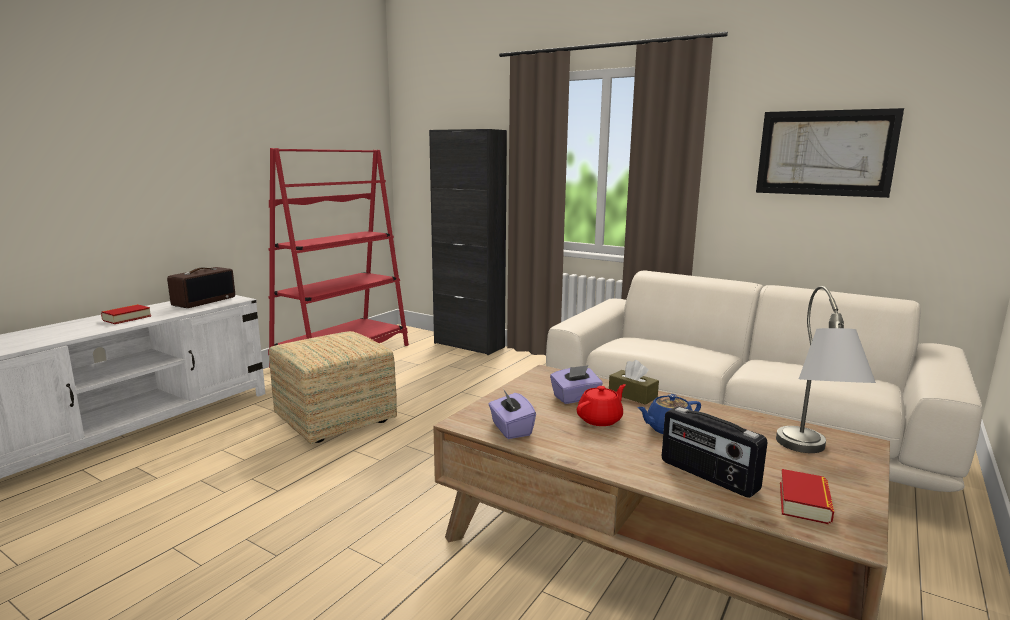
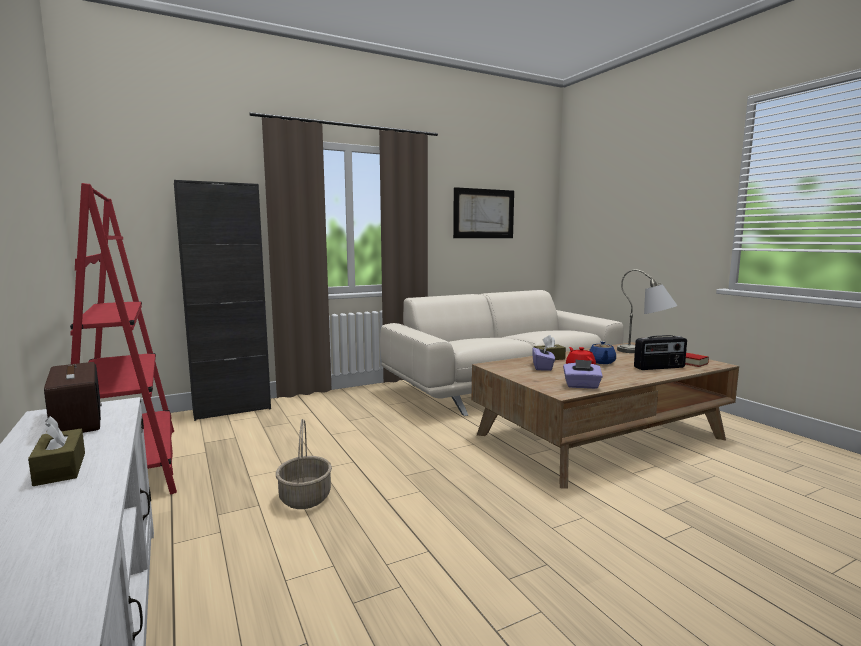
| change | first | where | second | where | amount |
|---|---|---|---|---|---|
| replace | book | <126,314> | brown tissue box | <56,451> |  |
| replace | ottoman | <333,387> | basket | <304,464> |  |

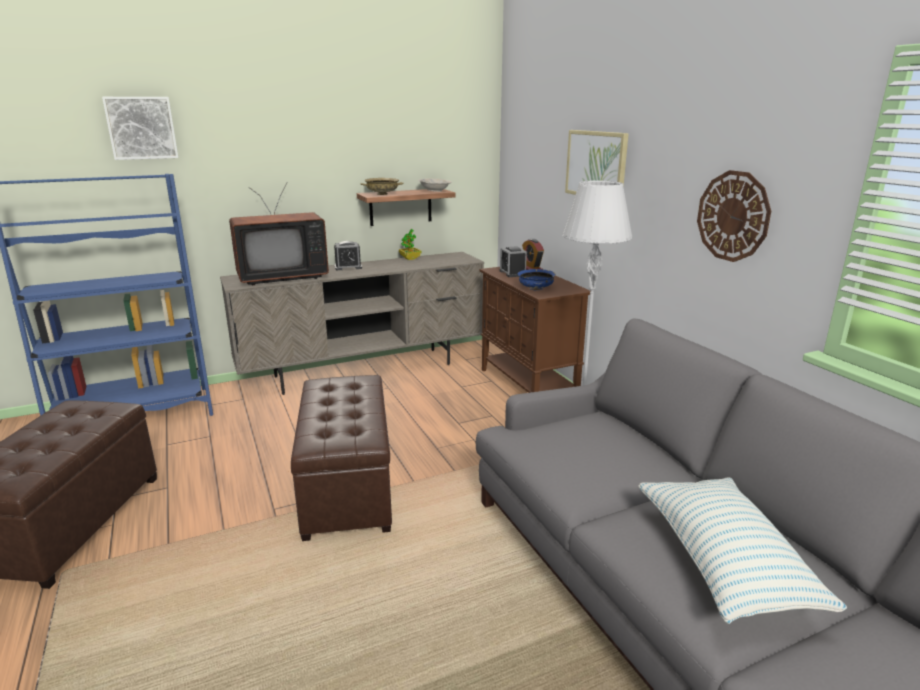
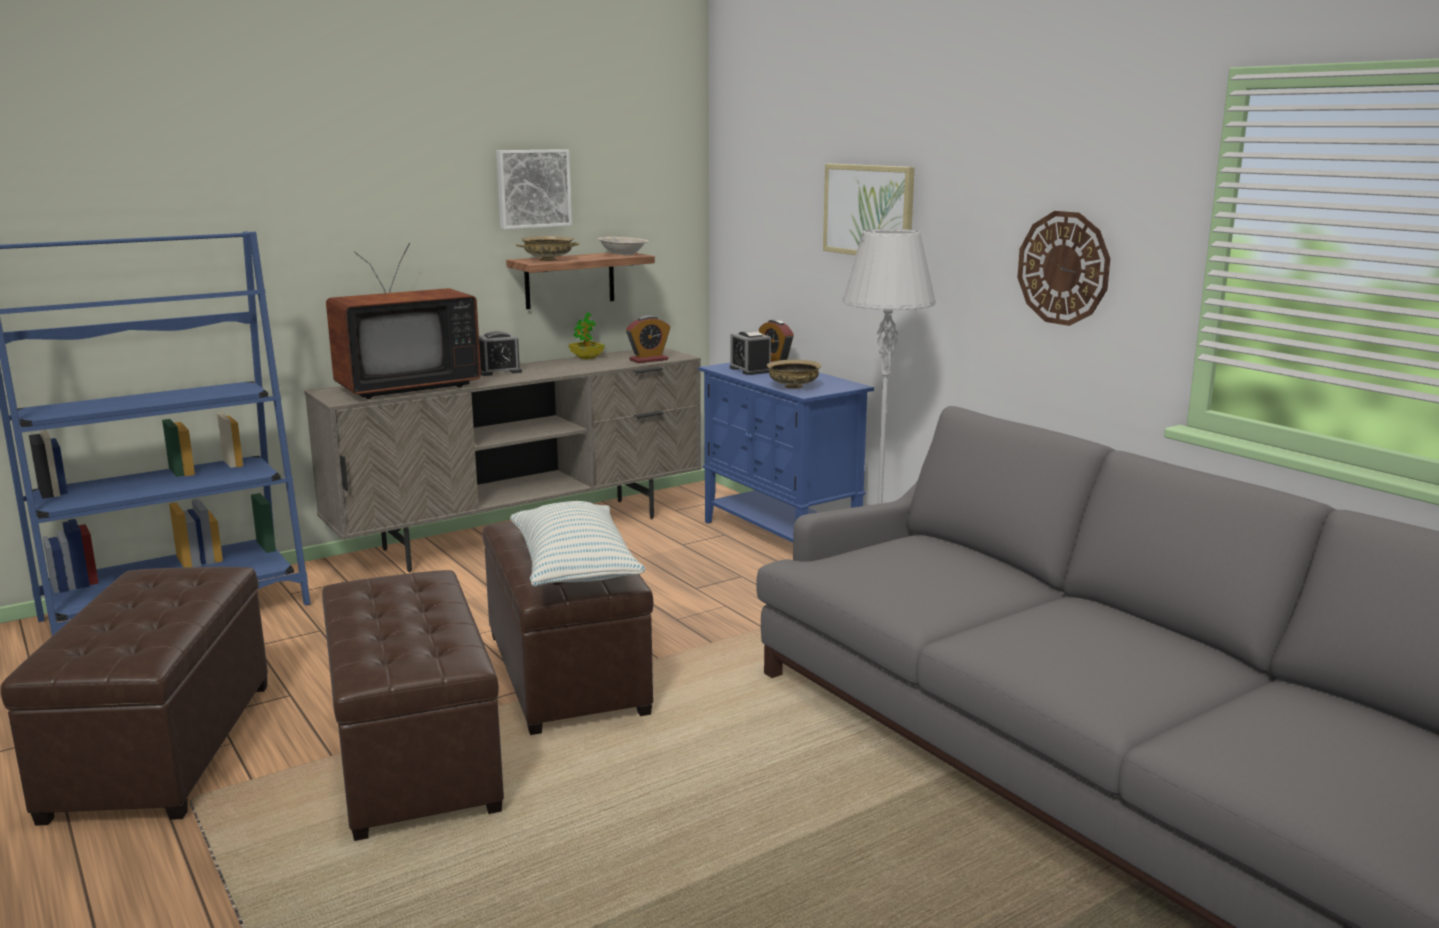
| change | first | where | second | where | amount |
|---|---|---|---|---|---|
| move | picture | <140,128> |  | <534,189> |  |
| recolor | brown cabinet | <534,330> | blue cabinet | <786,452> |  |
| recolor | blue bowl | <536,279> | beige bowl | <794,374> |  |
| move | pillow | <742,551> |  | <577,543> |  |
| insert |  |  | brown ottoman | <413,705> |  |
| insert |  |  | alarm clock | <648,339> |  |

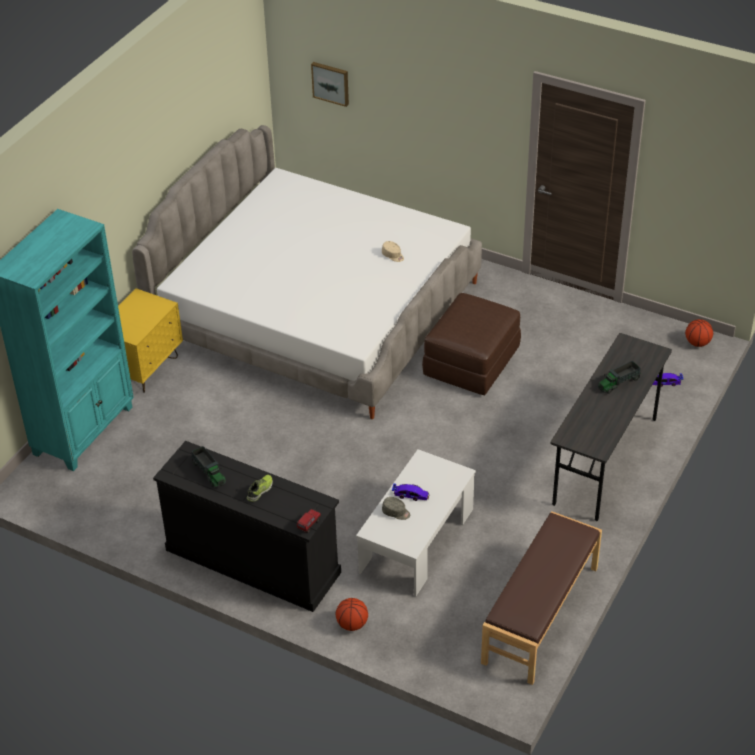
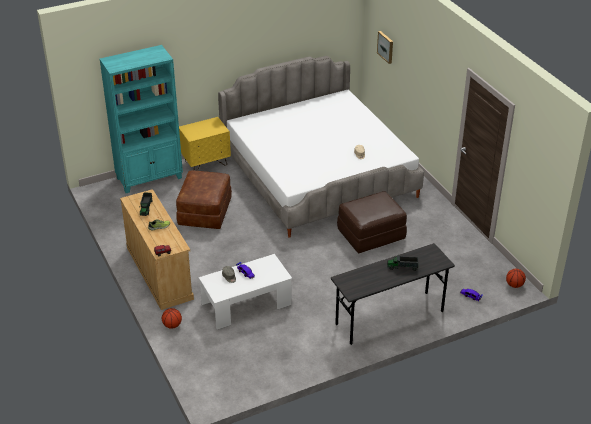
| change | first | where | second | where | amount |
|---|---|---|---|---|---|
| recolor | black dresser | <247,526> | beige dresser | <157,249> |  |
| delete | brown bench | <541,598> |  |  |  |
| insert |  |  | brown ottoman | <204,200> |  |

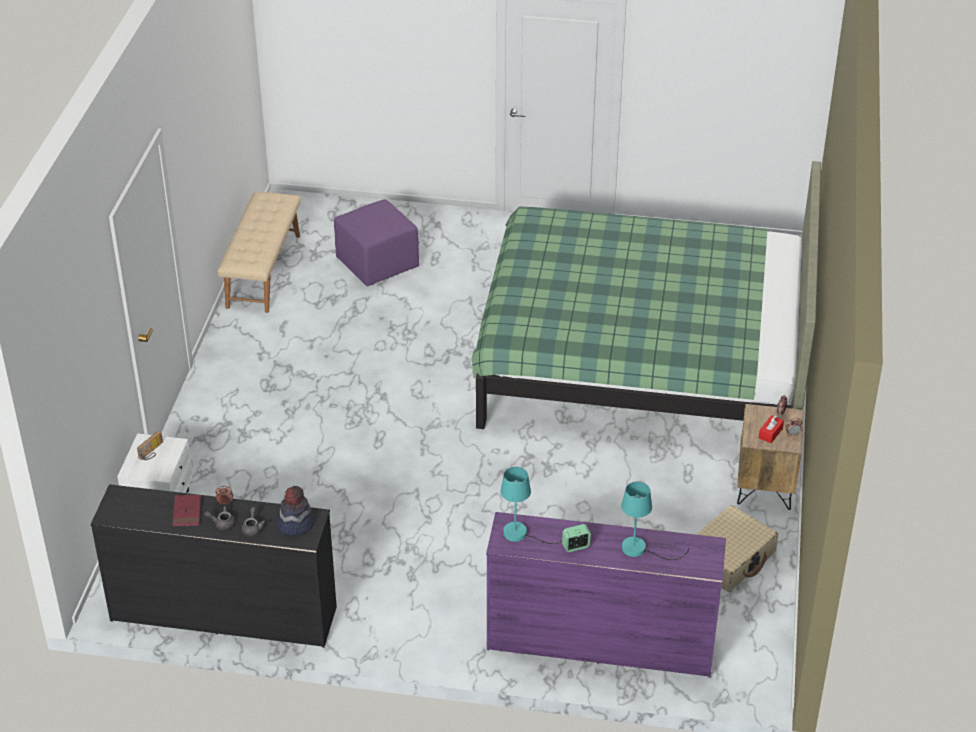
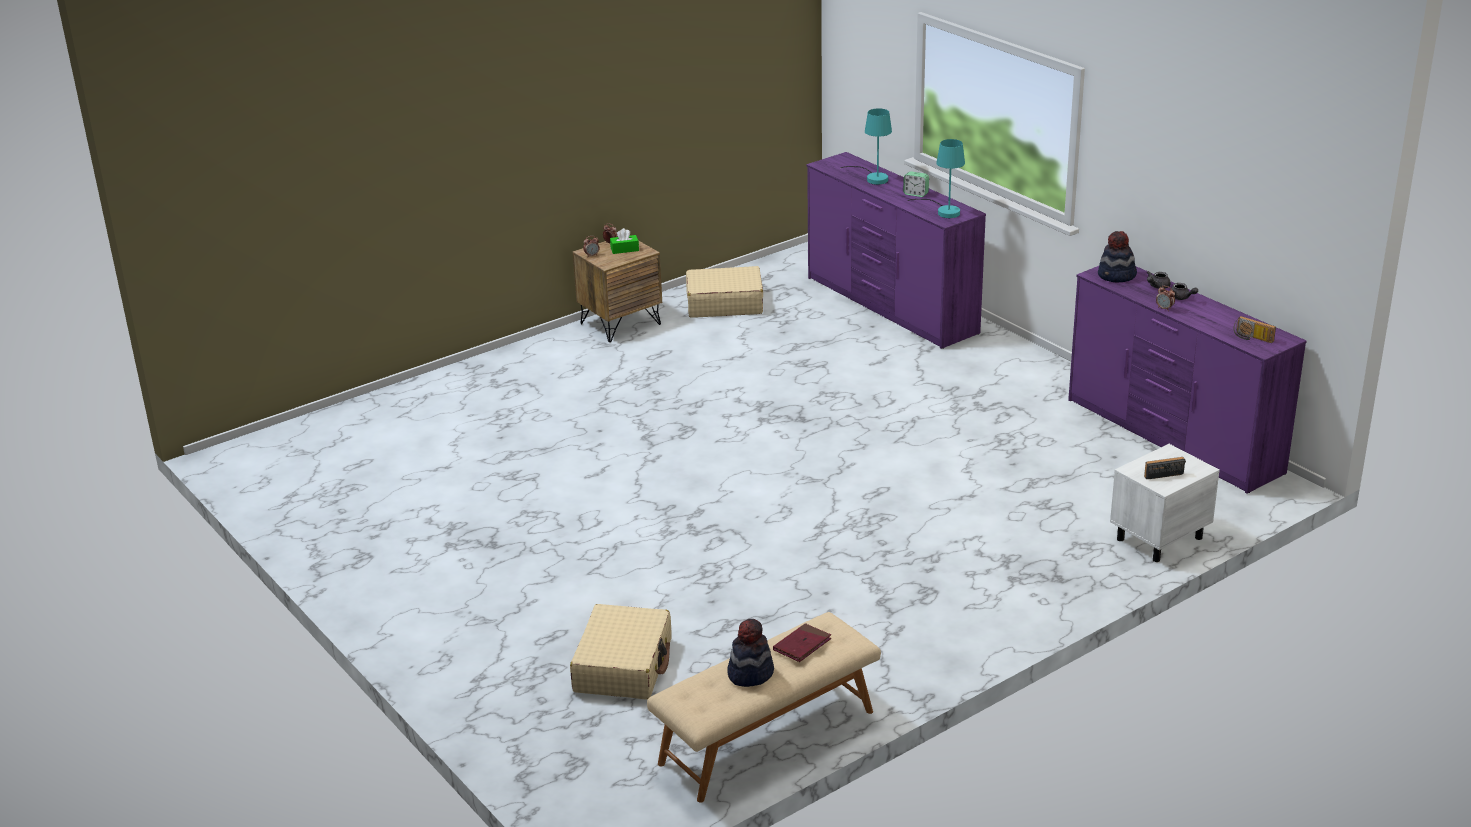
| change | first | where | second | where | amount |
|---|---|---|---|---|---|
| recolor | black dresser | <213,566> | purple dresser | <1187,380> |  |
| move | red book | <186,510> |  | <802,642> |  |
| replace | purple ottoman | <376,242> | beige suitcase | <621,652> |  |
| delete | green bed | <646,295> |  |  |  |
| recolor | red tissue box | <771,429> | green tissue box | <624,241> |  |
| insert |  |  | hat | <750,653> |  |
| insert |  |  | radio | <1254,329> |  |

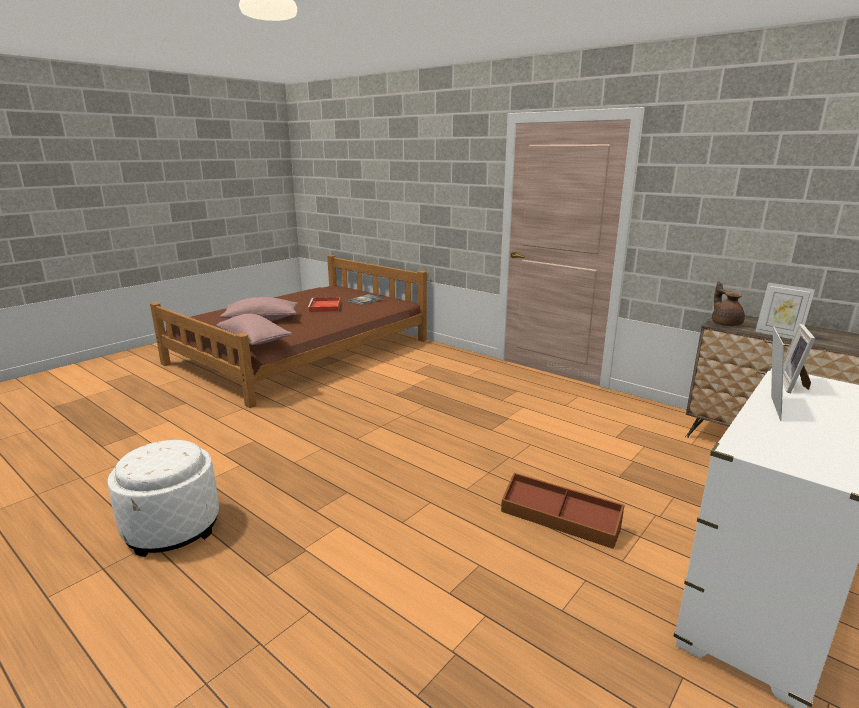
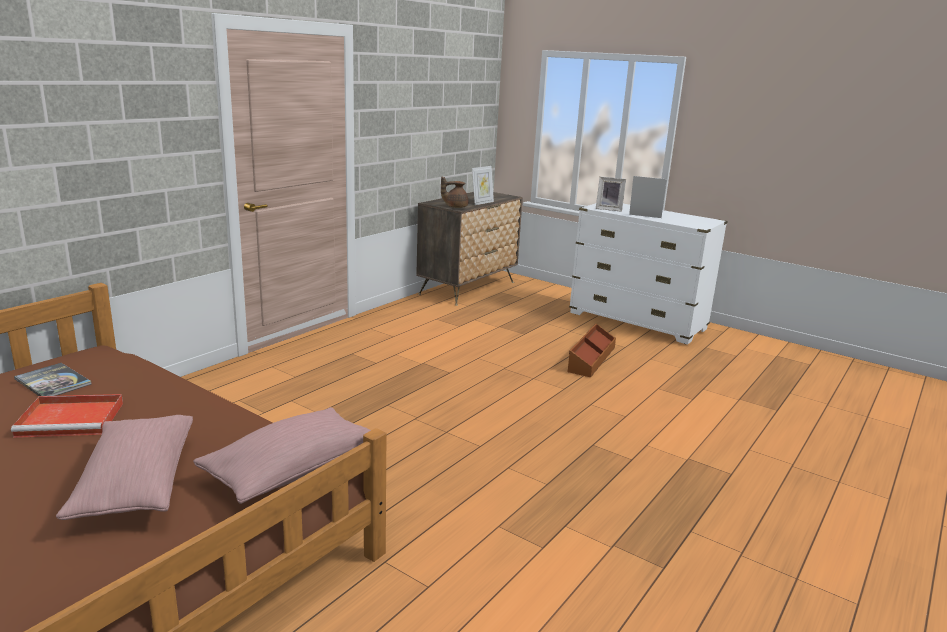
| change | first | where | second | where | amount |
|---|---|---|---|---|---|
| delete | white ottoman | <163,498> |  |  |  |

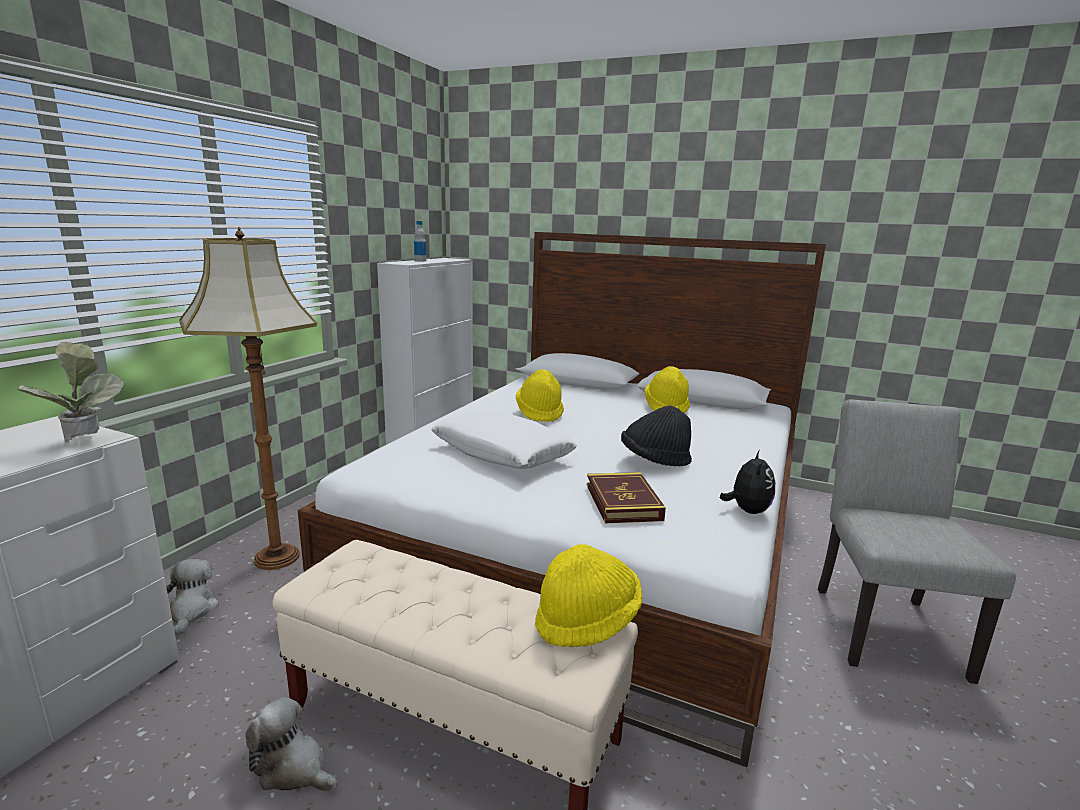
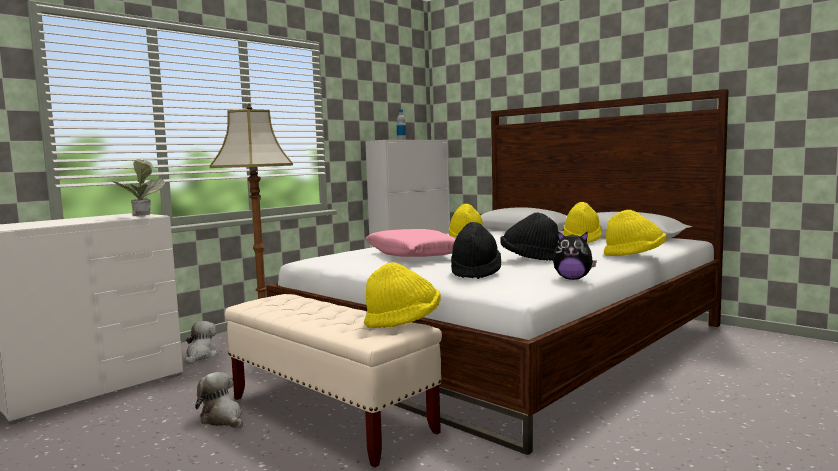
| change | first | where | second | where | amount |
|---|---|---|---|---|---|
| recolor | white pillow | <504,440> | pink pillow | <410,243> |  |
| replace | book | <626,497> | black hat | <476,250> |  |
| rotate | plush toy | <747,482> |  | <575,255> | 75 degrees clockwise |
| delete | grey chair | <917,542> |  |  |  |
| insert |  |  | yellow hat | <635,233> |  |

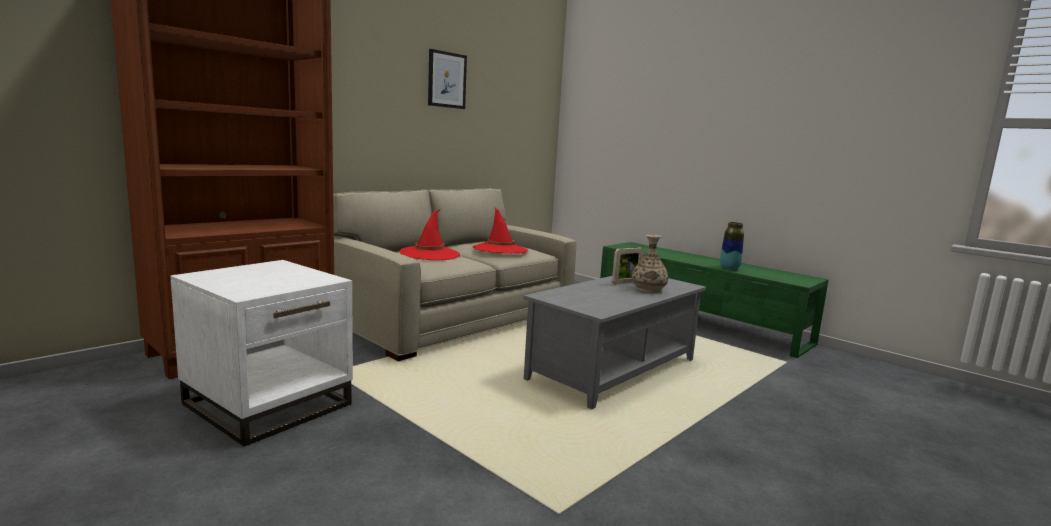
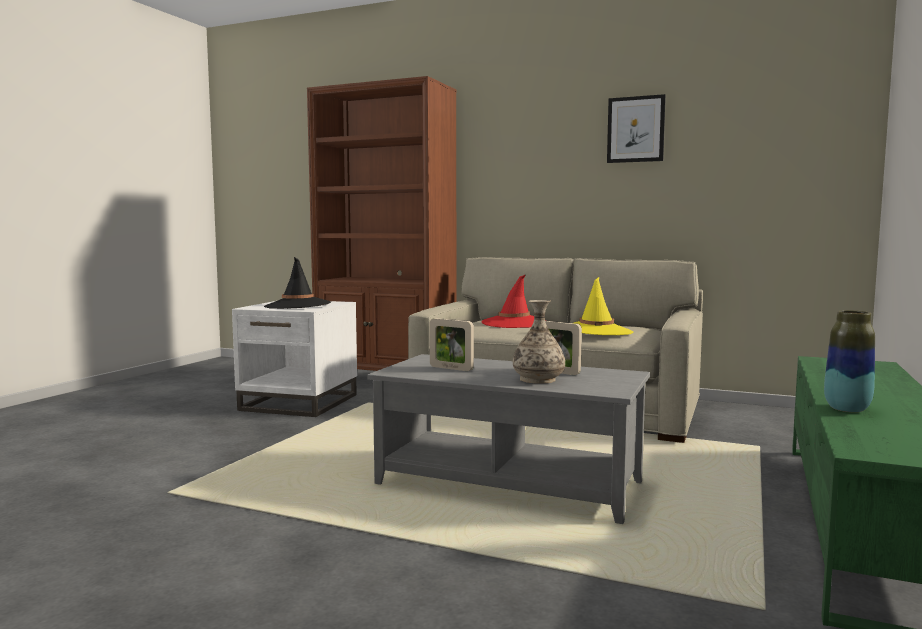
| change | first | where | second | where | amount |
|---|---|---|---|---|---|
| recolor | red hat | <500,230> | yellow hat | <603,306> |  |
| insert |  |  | black hat | <297,283> |  |
| insert |  |  | picture frame | <451,344> |  |

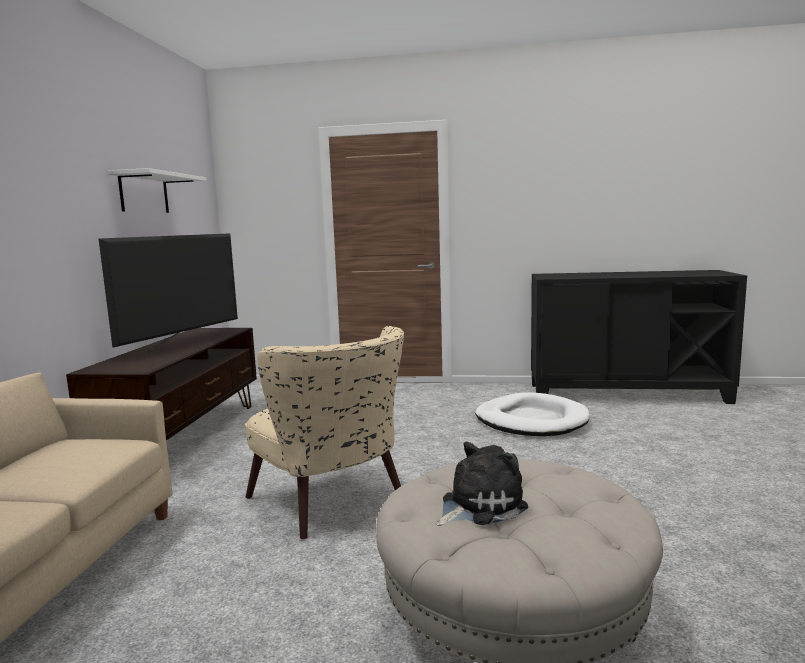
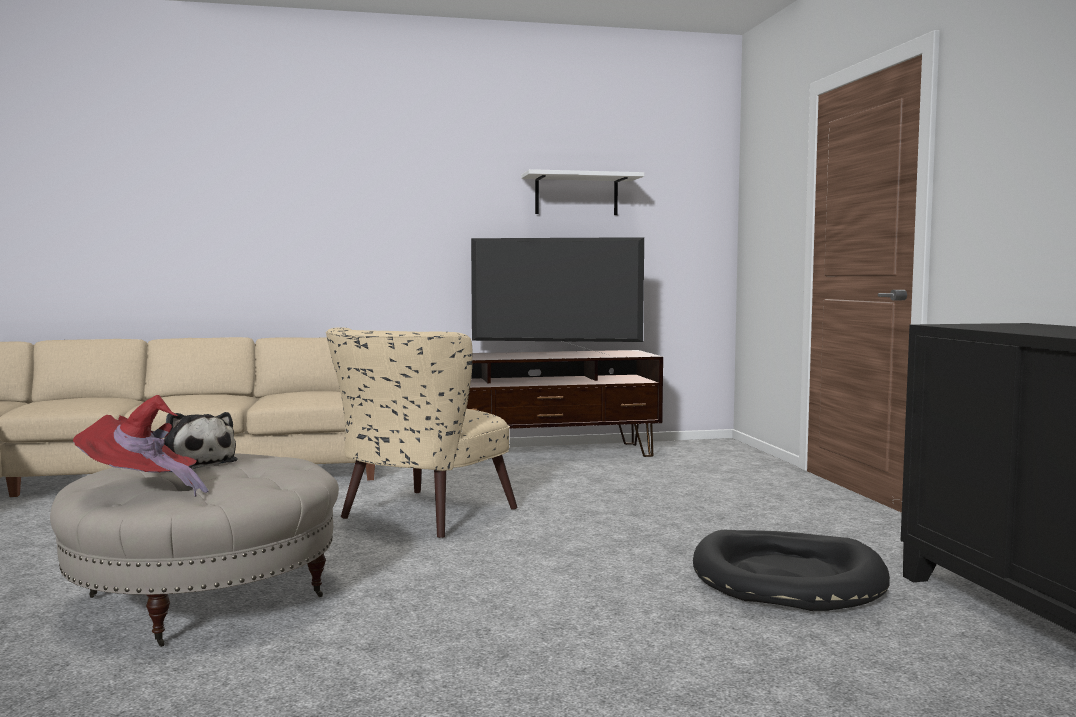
| change | first | where | second | where | amount |
|---|---|---|---|---|---|
| recolor | white dog bed | <532,414> | black dog bed | <791,570> |  |
| insert |  |  | red hat | <141,446> |  |

